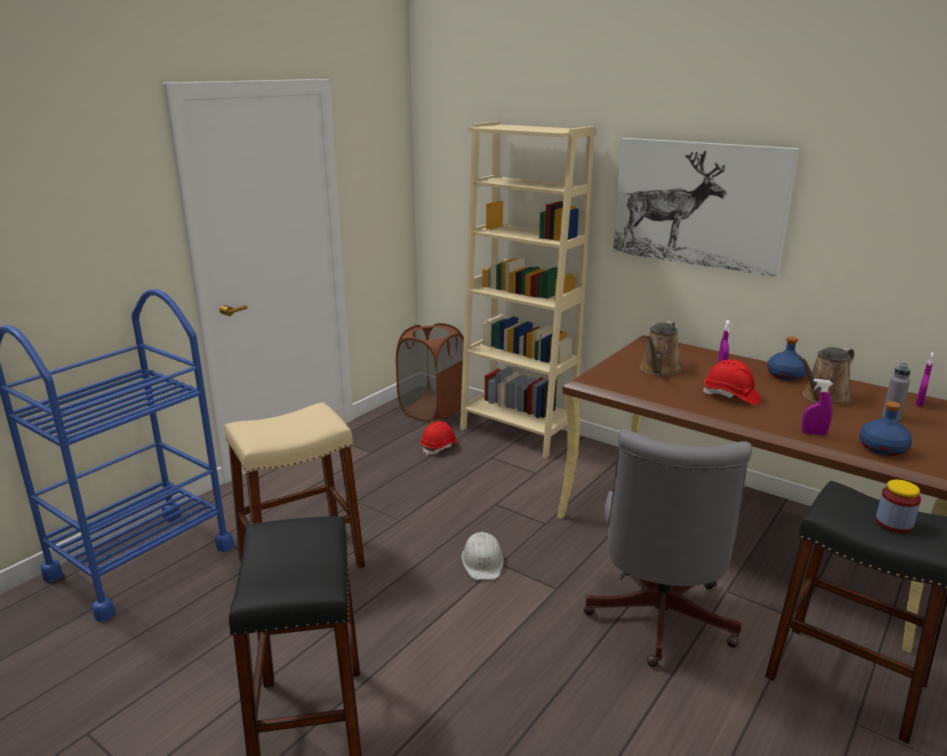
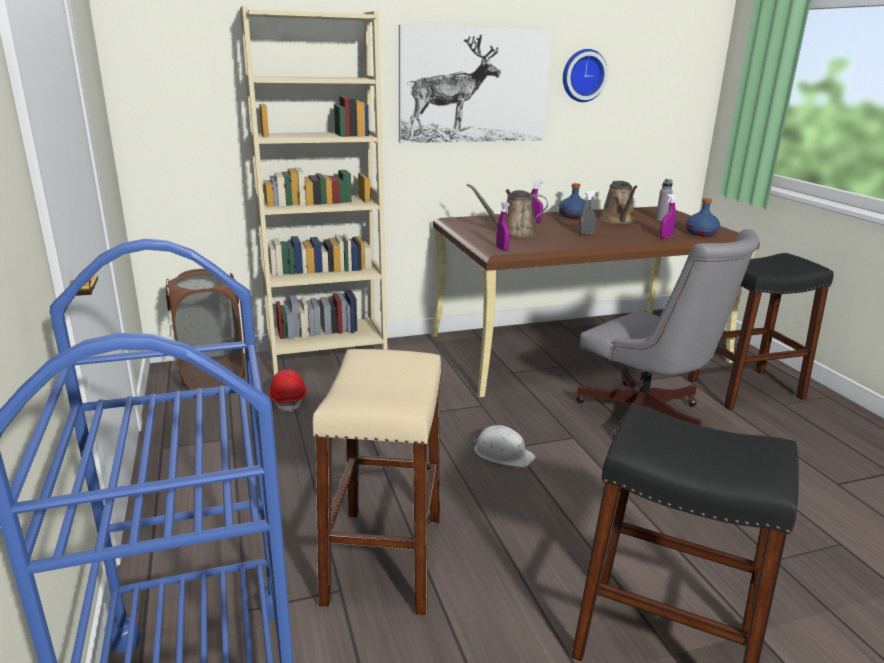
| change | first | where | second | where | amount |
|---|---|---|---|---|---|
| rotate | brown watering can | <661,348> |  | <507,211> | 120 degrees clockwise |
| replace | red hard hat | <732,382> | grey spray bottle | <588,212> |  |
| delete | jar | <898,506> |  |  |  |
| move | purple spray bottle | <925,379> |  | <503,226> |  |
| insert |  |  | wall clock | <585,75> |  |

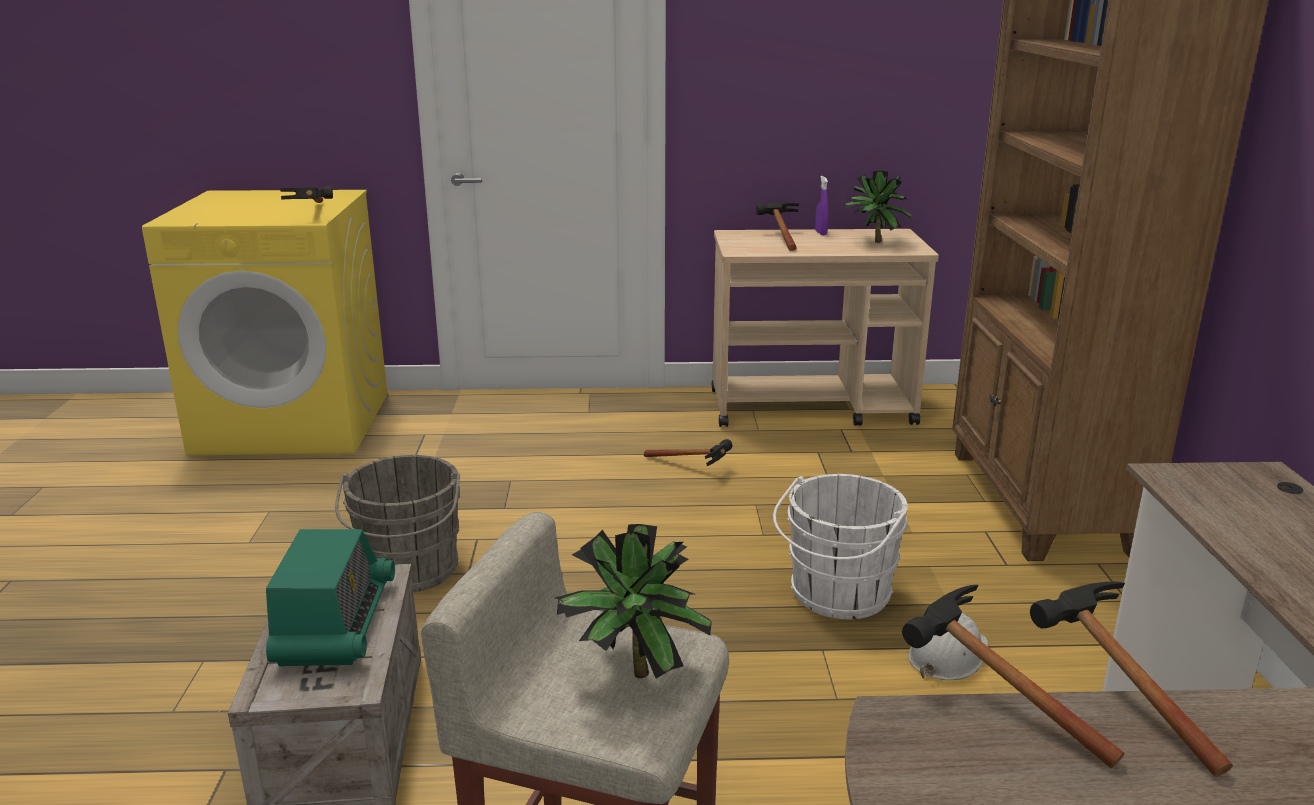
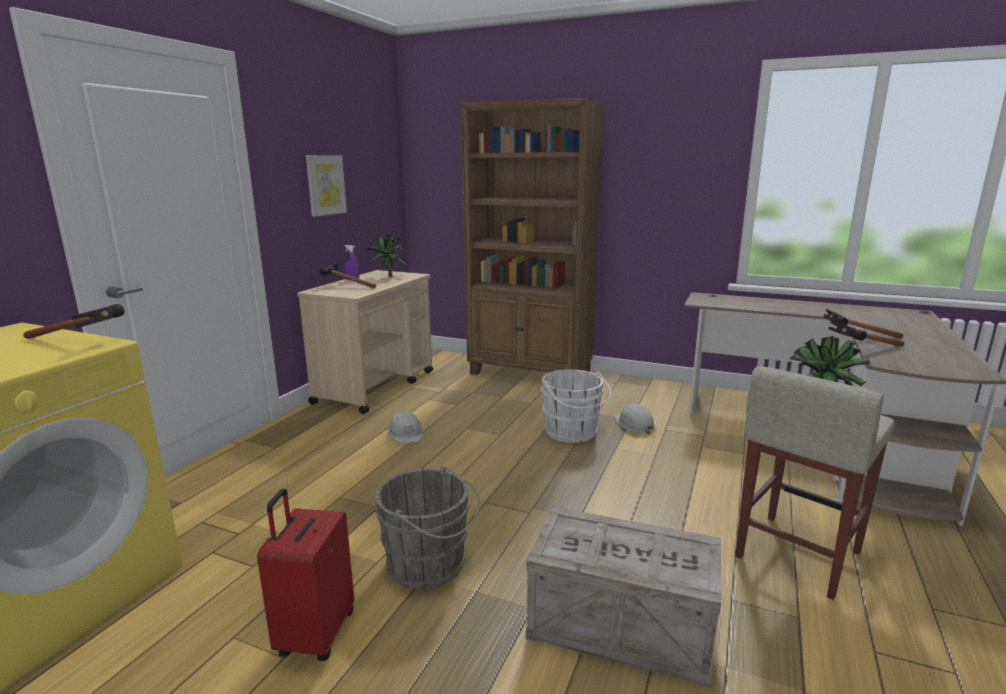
| change | first | where | second | where | amount |
|---|---|---|---|---|---|
| delete | radio | <330,597> |  |  |  |
| replace | hammer | <688,452> | white hard hat | <405,427> |  |
| insert |  |  | red suitcase | <305,575> |  |
| insert |  |  | picture | <326,186> |  |

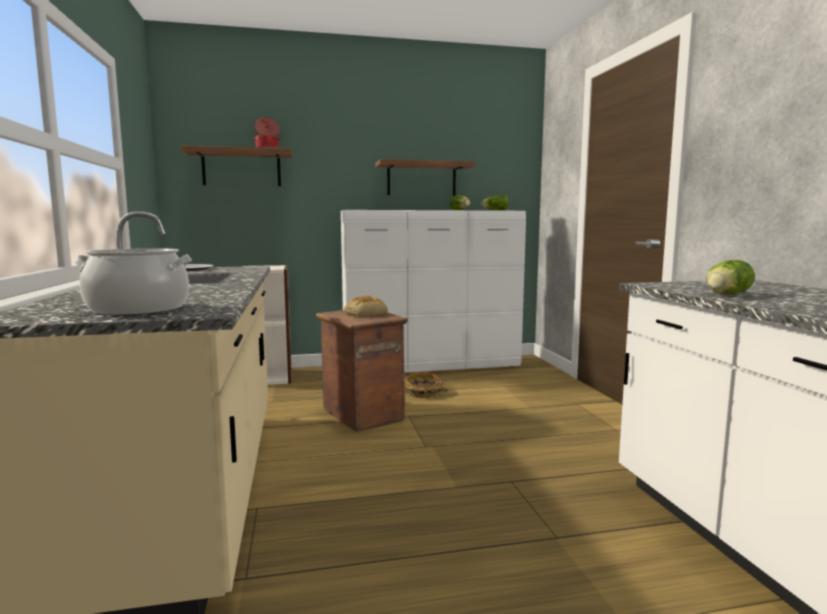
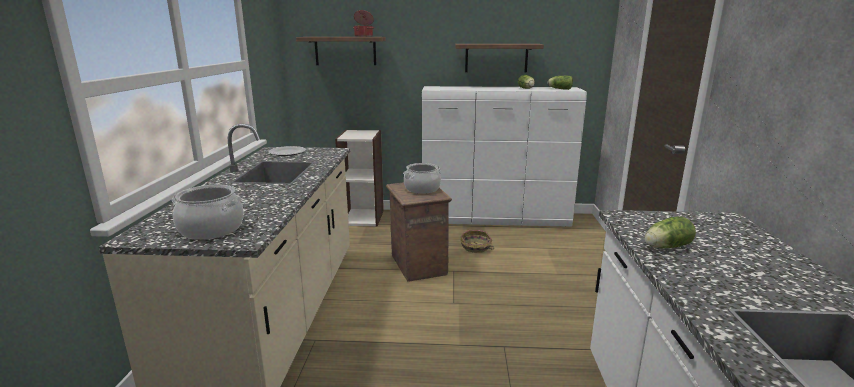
| change | first | where | second | where | amount |
|---|---|---|---|---|---|
| replace | bread | <366,306> | cooking pot | <422,178> |  |

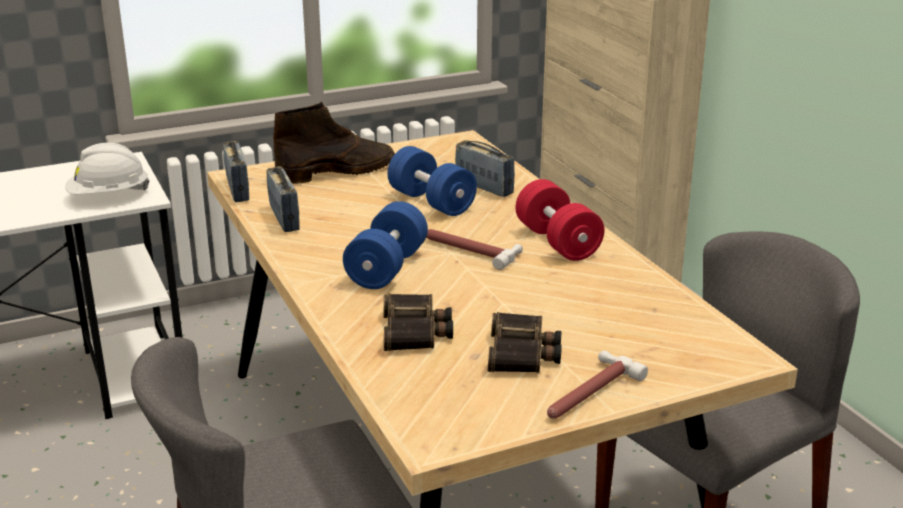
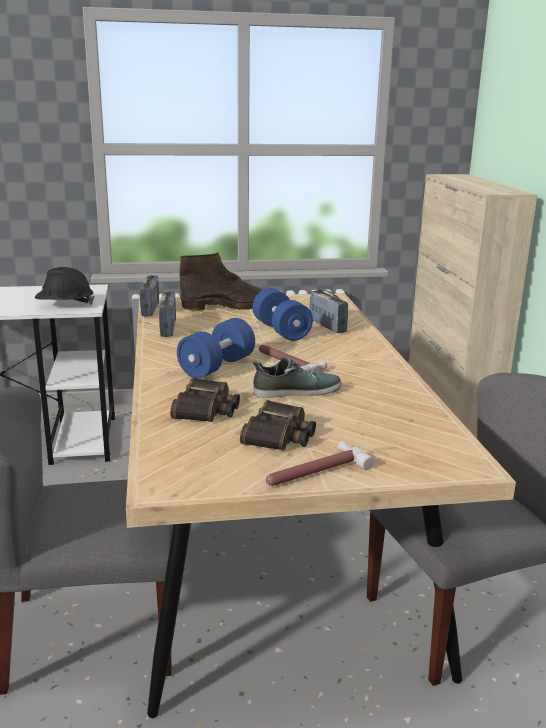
| change | first | where | second | where | amount |
|---|---|---|---|---|---|
| recolor | white hard hat | <107,168> | black hard hat | <65,285> |  |
| delete | red dumbbell | <560,220> |  |  |  |
| insert |  |  | shoe | <297,377> |  |

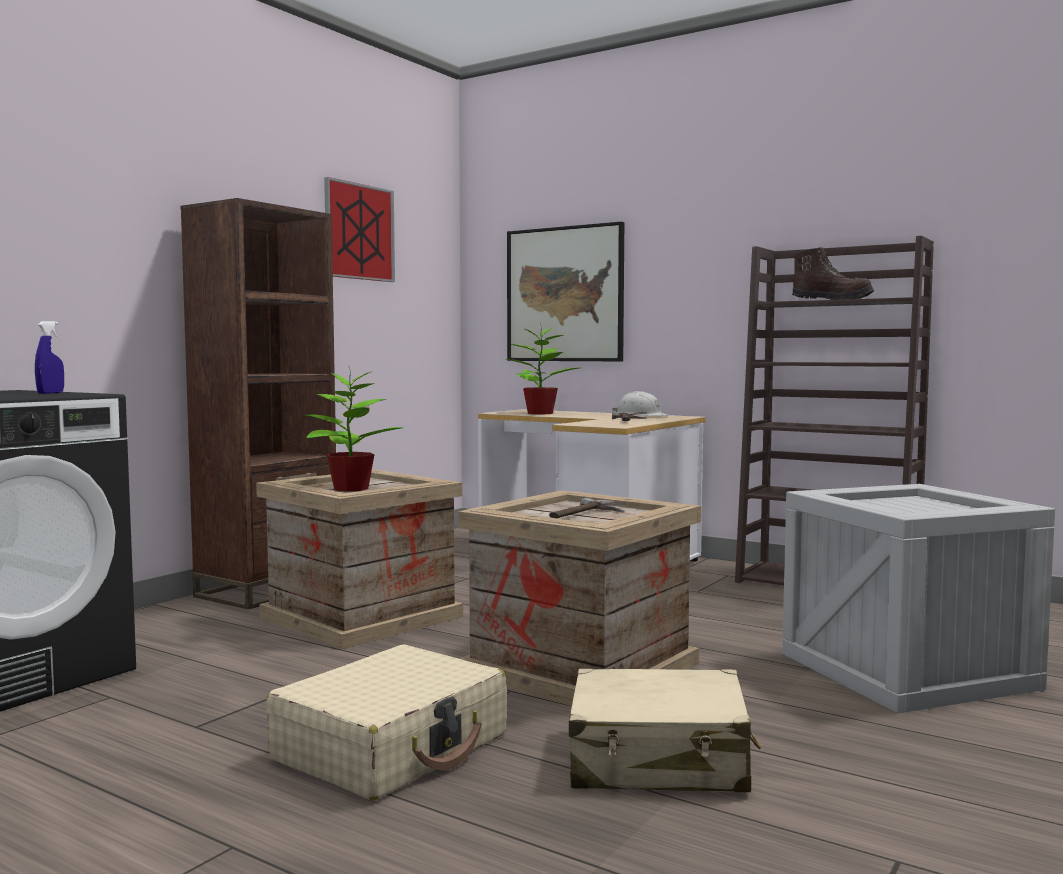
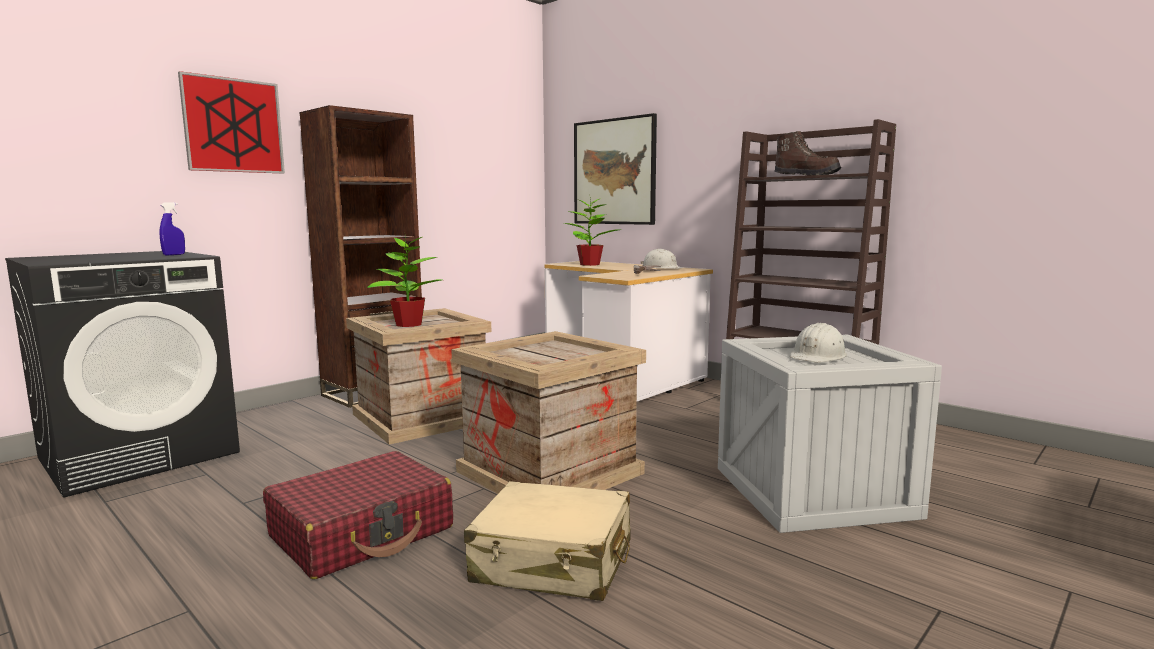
| change | first | where | second | where | amount |
|---|---|---|---|---|---|
| recolor | beige suitcase | <386,722> | red suitcase | <358,515> |  |
| move | picture | <359,229> |  | <231,122> |  |
| delete | hammer | <586,507> |  |  |  |
| insert |  |  | white hard hat | <818,342> |  |

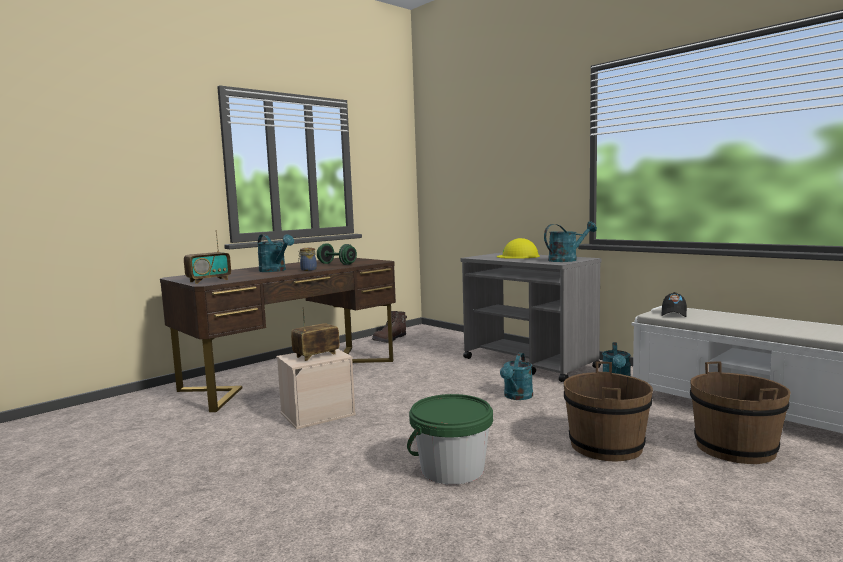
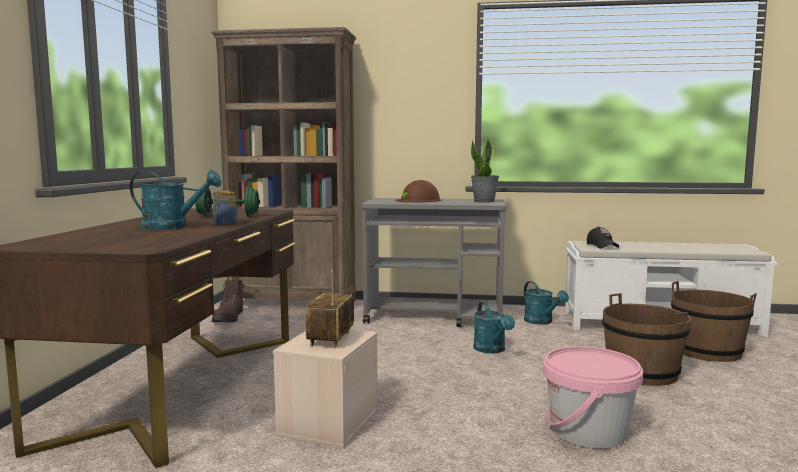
| change | first | where | second | where | amount |
|---|---|---|---|---|---|
| delete | radio | <207,257> |  |  |  |
| recolor | green bucket | <450,439> | pink bucket | <593,397> |  |
| recolor | yellow hard hat | <518,248> | brown hard hat | <418,191> |  |
| replace | turquoise watering can | <570,241> | potted plant | <485,170> |  |
| insert |  |  | brown bookcase | <283,164> |  |

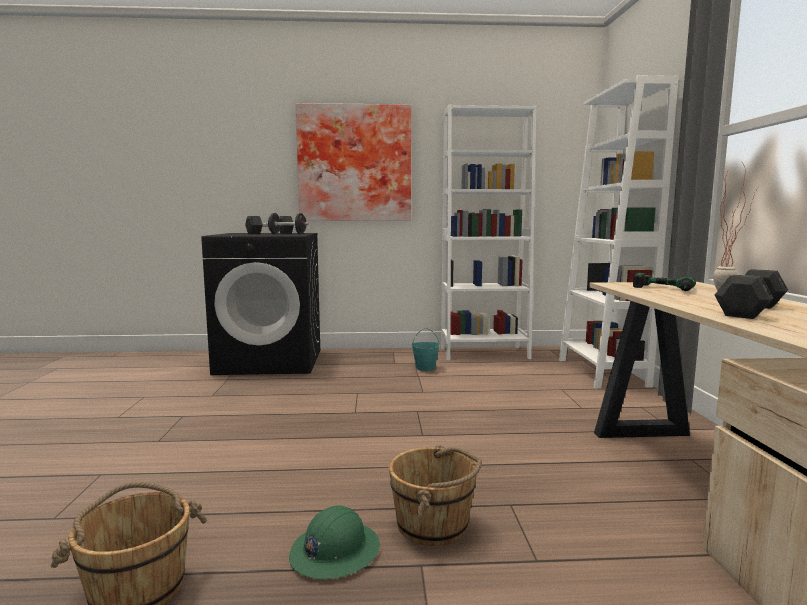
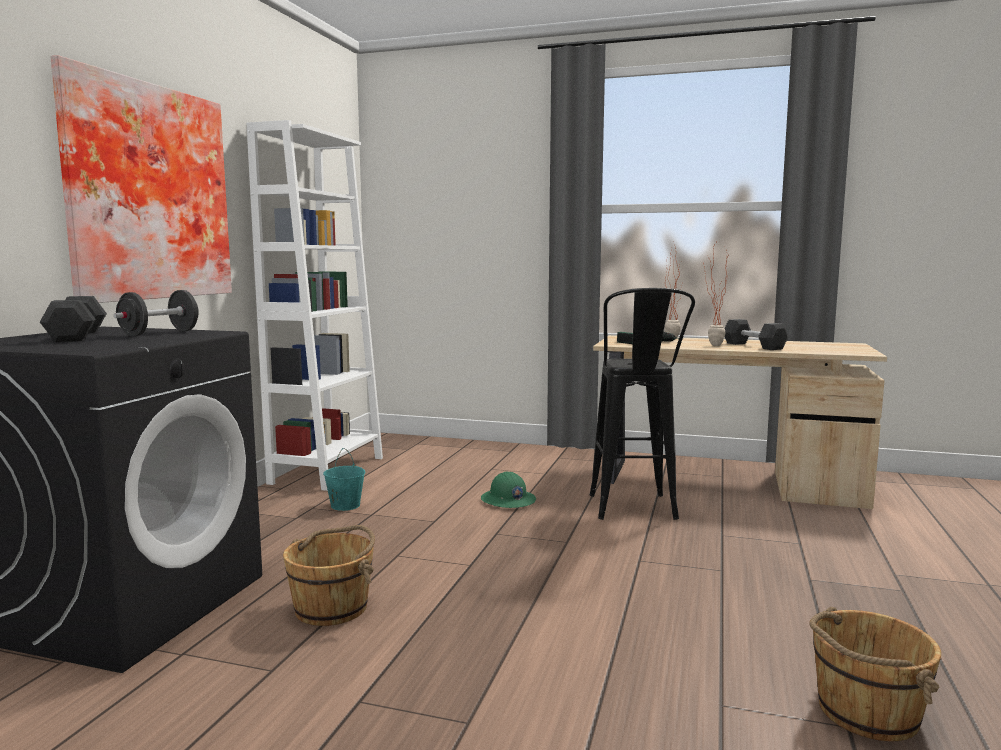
| change | first | where | second | where | amount |
|---|---|---|---|---|---|
| move | green hard hat | <334,542> |  | <508,490> |  |
| move | brown bucket | <435,495> |  | <329,575> |  |
| delete | white bookcase | <619,231> |  |  |  |
| insert |  |  | black stool | <642,404> |  |
| insert |  |  | potted plant | <715,293> |  |

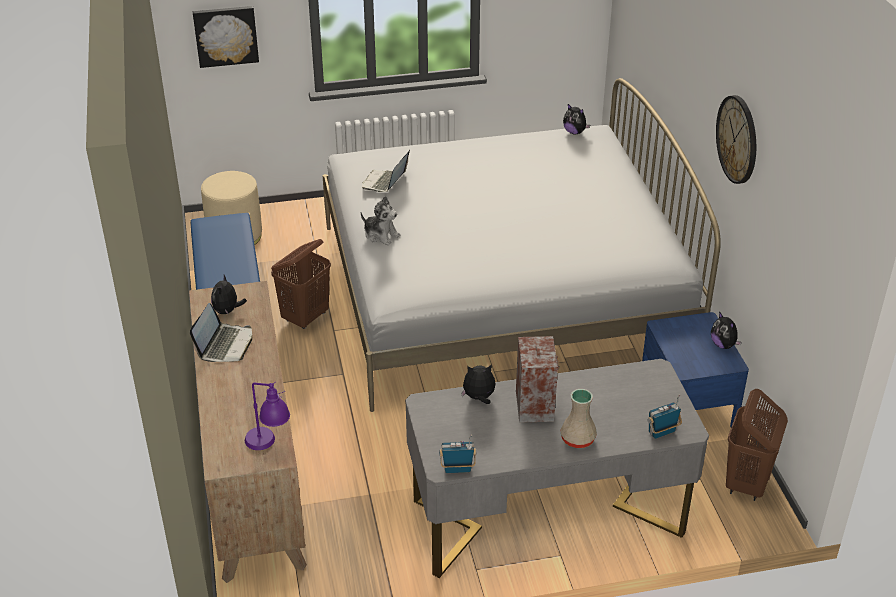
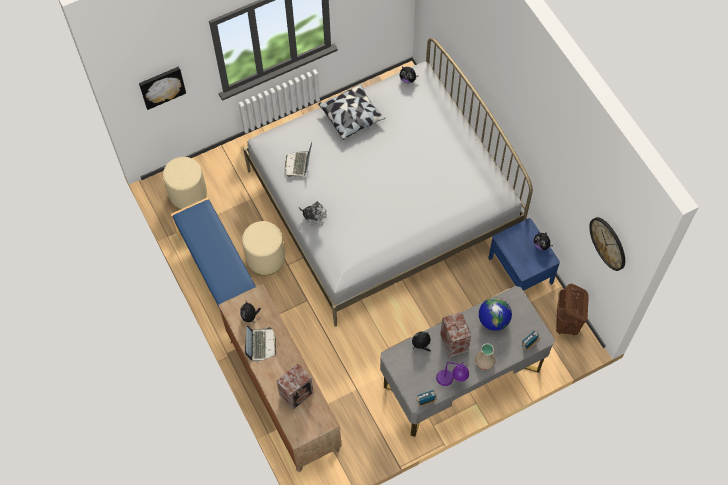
| change | first | where | second | where | amount |
|---|---|---|---|---|---|
| move | purple table lamp | <267,416> |  | <452,374> |  |
| replace | brown laundry basket | <301,284> | beige ottoman | <263,248> |  |
| move | wall clock | <736,139> |  | <607,244> |  |
| insert |  |  | speaker | <295,387> |  |
| insert |  |  | pillow | <351,112> |  |
| insert |  |  | globe | <495,314> |  |

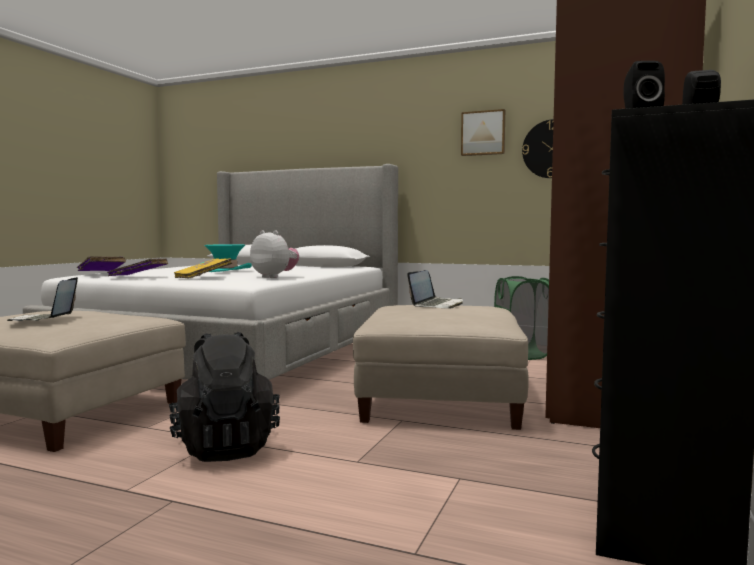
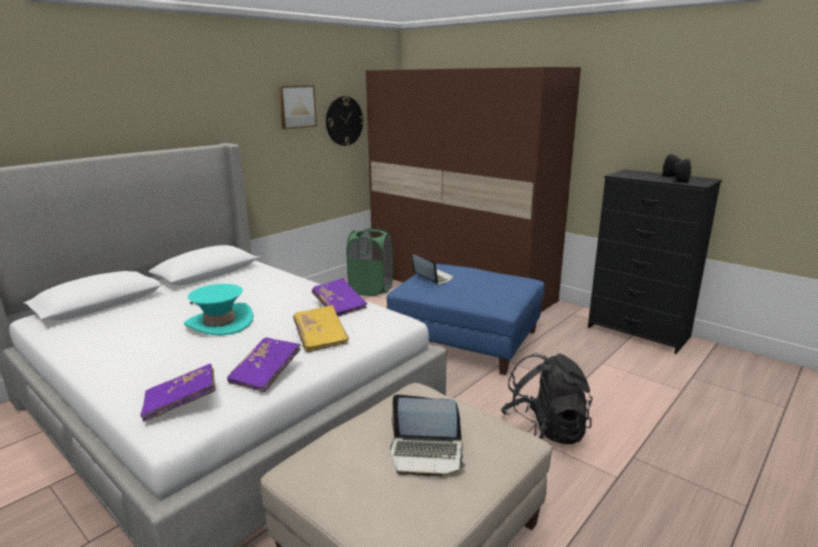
| change | first | where | second | where | amount |
|---|---|---|---|---|---|
| replace | plush toy | <274,254> | purple book | <340,297> |  |
| recolor | beige ottoman | <441,367> | blue ottoman | <465,319> |  |

